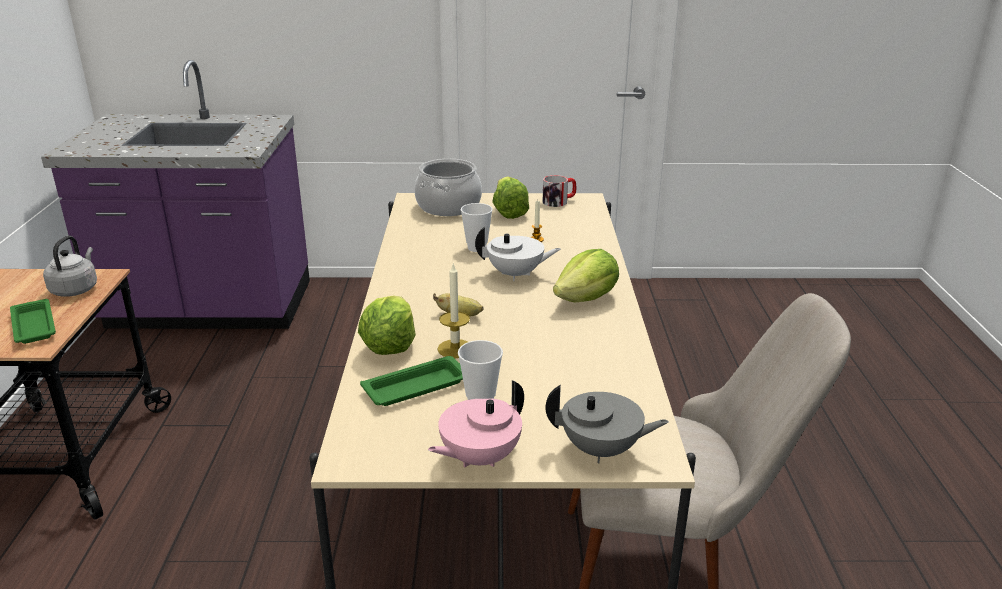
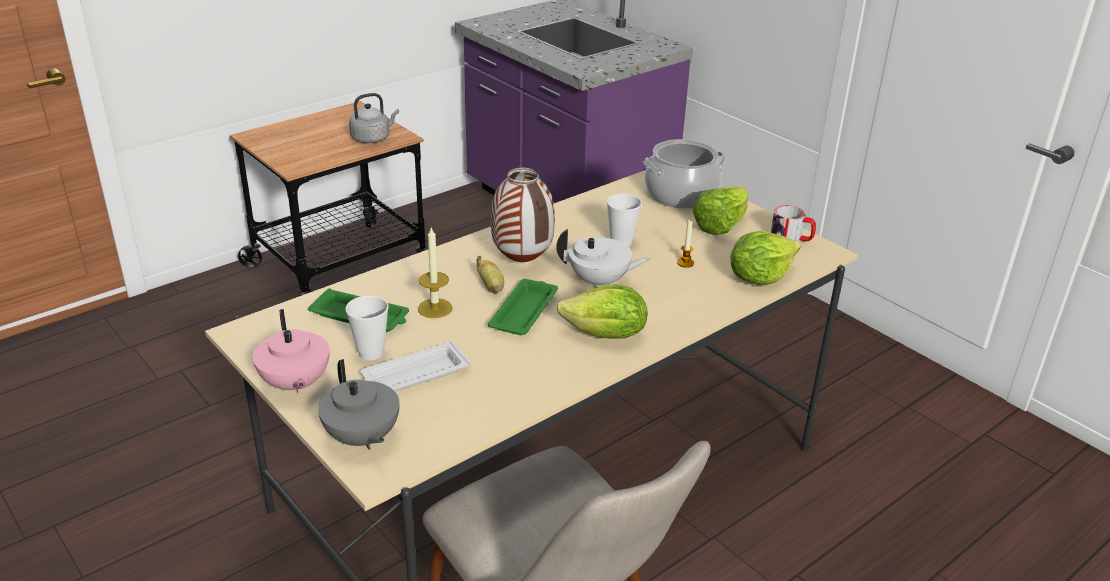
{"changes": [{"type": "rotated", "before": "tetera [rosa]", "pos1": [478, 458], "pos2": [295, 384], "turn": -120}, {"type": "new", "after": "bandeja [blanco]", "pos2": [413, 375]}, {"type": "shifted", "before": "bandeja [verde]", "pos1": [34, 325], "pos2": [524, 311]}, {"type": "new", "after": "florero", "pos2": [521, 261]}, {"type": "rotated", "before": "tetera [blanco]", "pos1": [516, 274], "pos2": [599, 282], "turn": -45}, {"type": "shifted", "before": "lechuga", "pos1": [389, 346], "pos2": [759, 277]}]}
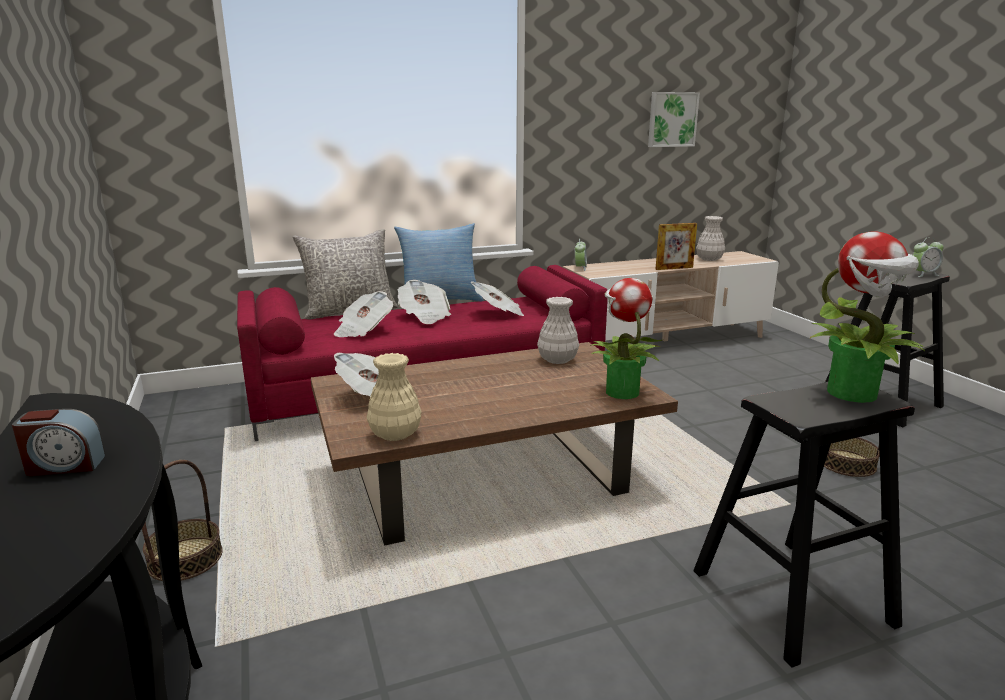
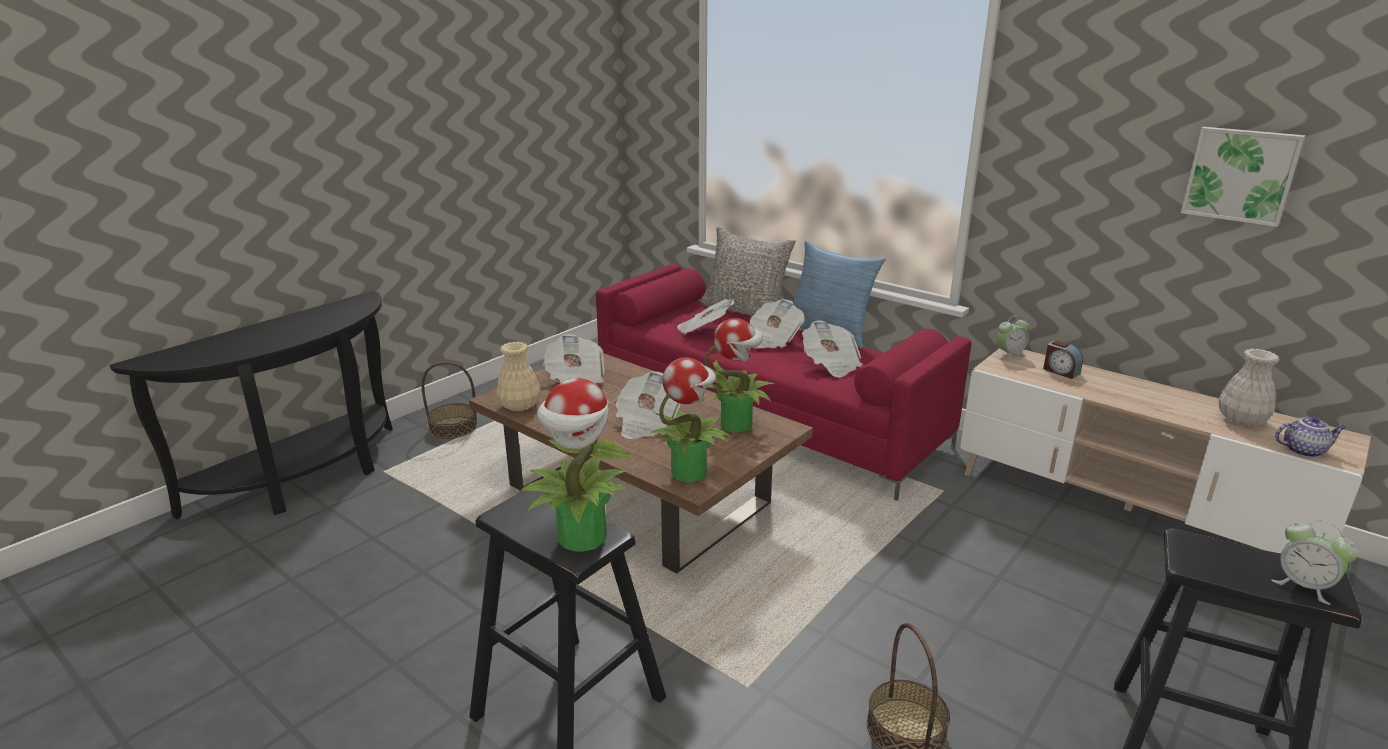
{"changes": [{"type": "new", "after": "periódico", "pos2": [647, 423]}, {"type": "swapped", "before": "florero [blanco]", "after": "planta en maceta", "pos1": [557, 360], "pos2": [737, 424]}, {"type": "shifted", "before": "despertador", "pos1": [65, 465], "pos2": [1060, 371]}, {"type": "new", "after": "tetera", "pos2": [1304, 450]}, {"type": "gone", "before": "portarretratos", "pos1": [674, 268]}]}
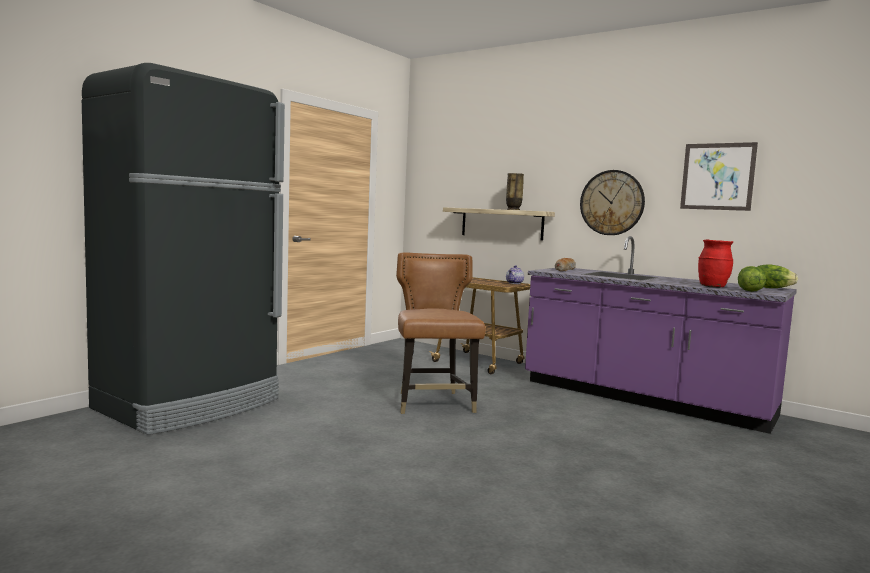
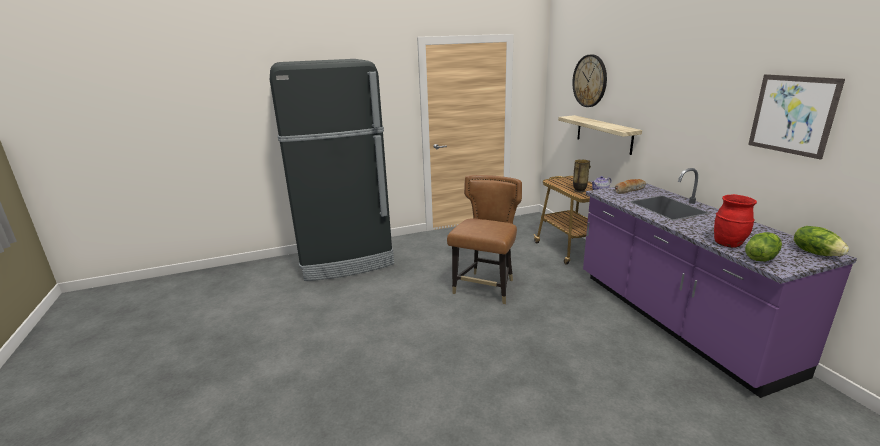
{"changes": [{"type": "shifted", "before": "reloj de pared", "pos1": [612, 202], "pos2": [590, 81]}, {"type": "shifted", "before": "florero", "pos1": [513, 210], "pos2": [579, 191]}]}
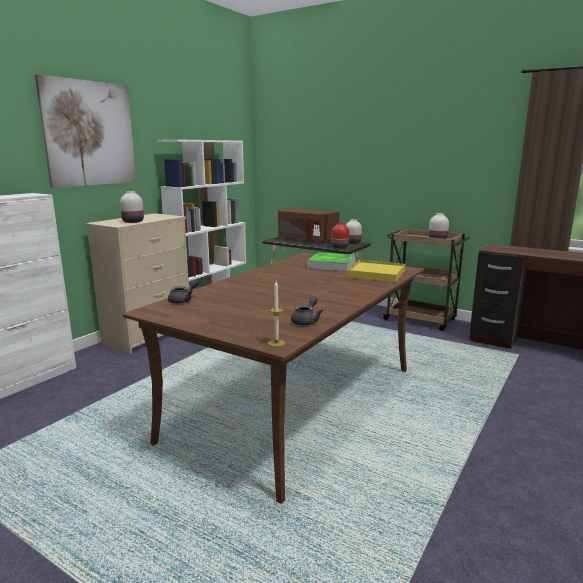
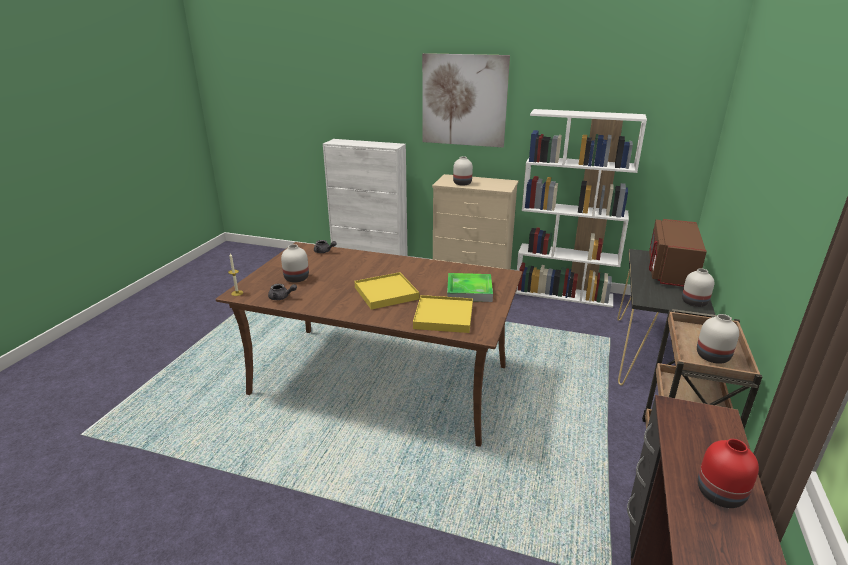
{"changes": [{"type": "new", "after": "florero [blanco]", "pos2": [297, 278]}, {"type": "new", "after": "bandeja [amarillo]", "pos2": [386, 293]}, {"type": "shifted", "before": "florero [rojo]", "pos1": [339, 247], "pos2": [719, 493]}]}
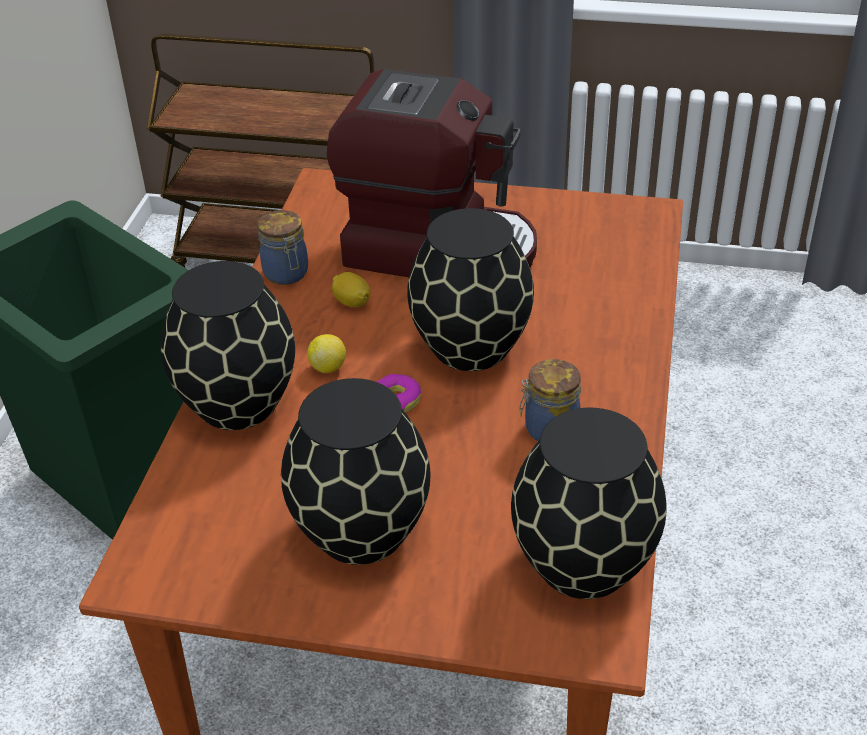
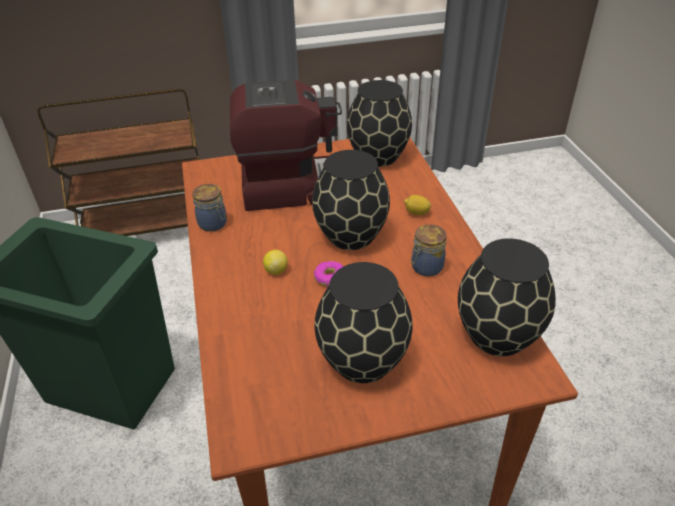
{"changes": [{"type": "shifted", "before": "florero [negro]", "pos1": [237, 404], "pos2": [378, 156]}, {"type": "shifted", "before": "limón", "pos1": [352, 302], "pos2": [416, 213]}]}
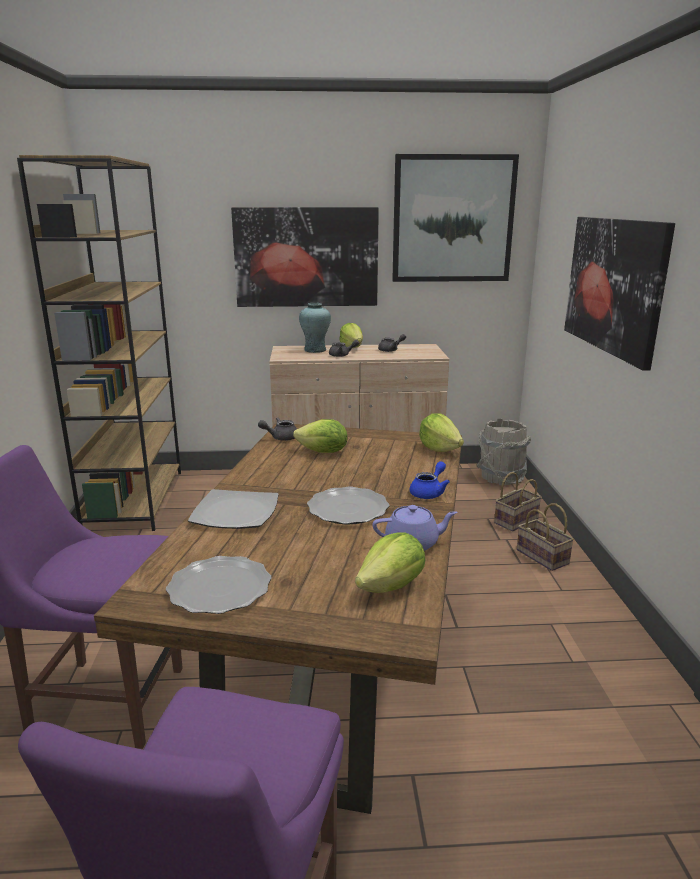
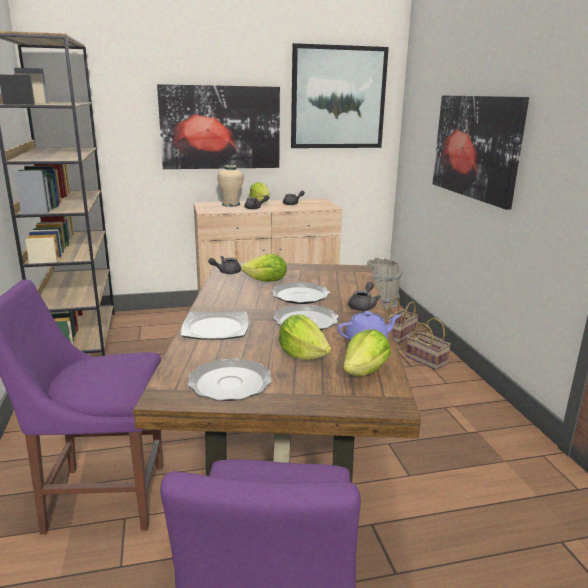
{"changes": [{"type": "repainted", "before": "florero [turquesa]", "after": "florero [beis]", "pos1": [315, 350], "pos2": [230, 204]}, {"type": "new", "after": "plato", "pos2": [300, 295]}, {"type": "shifted", "before": "lechuga", "pos1": [439, 449], "pos2": [303, 355]}, {"type": "repainted", "before": "tetera [azul]", "after": "tetera [gris]", "pos1": [429, 492], "pos2": [363, 306]}]}
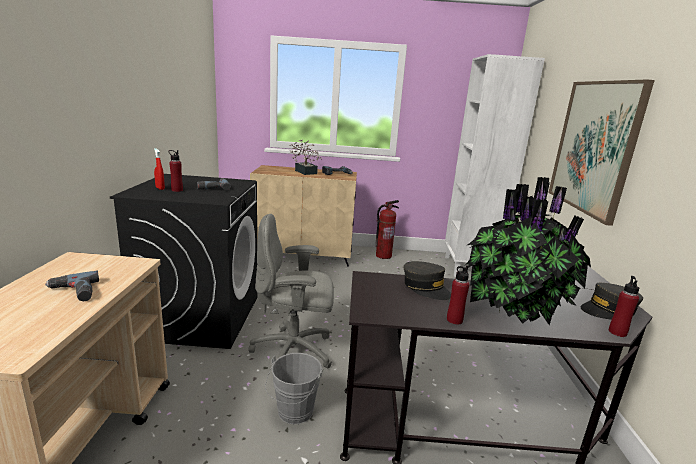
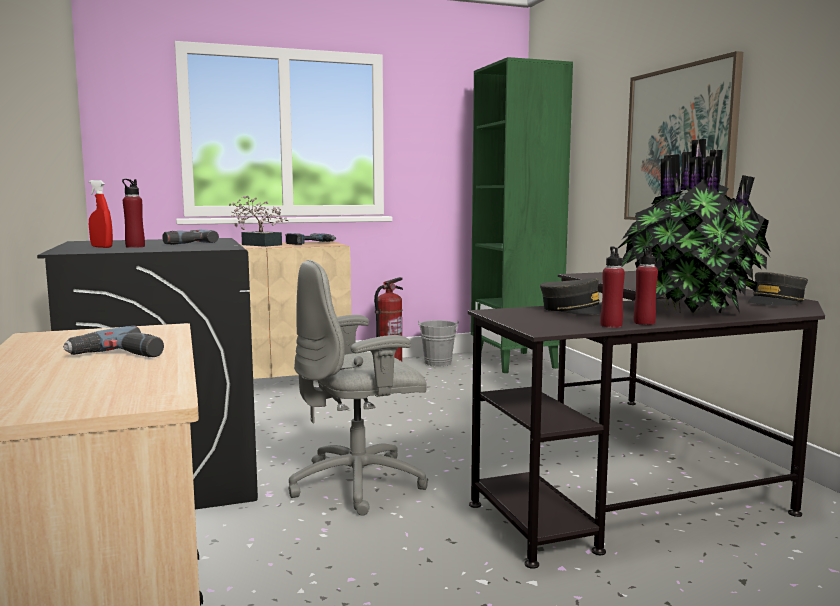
{"changes": [{"type": "shifted", "before": "cubo [gris]", "pos1": [293, 414], "pos2": [438, 363]}, {"type": "repainted", "before": "estantería [blanco]", "after": "estantería [verde]", "pos1": [469, 268], "pos2": [516, 362]}, {"type": "shifted", "before": "botella [rojo]", "pos1": [617, 332], "pos2": [611, 325]}]}
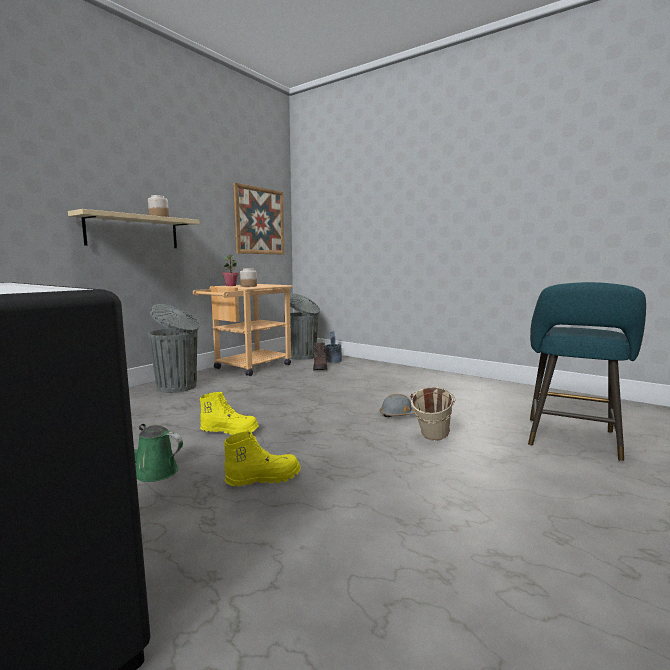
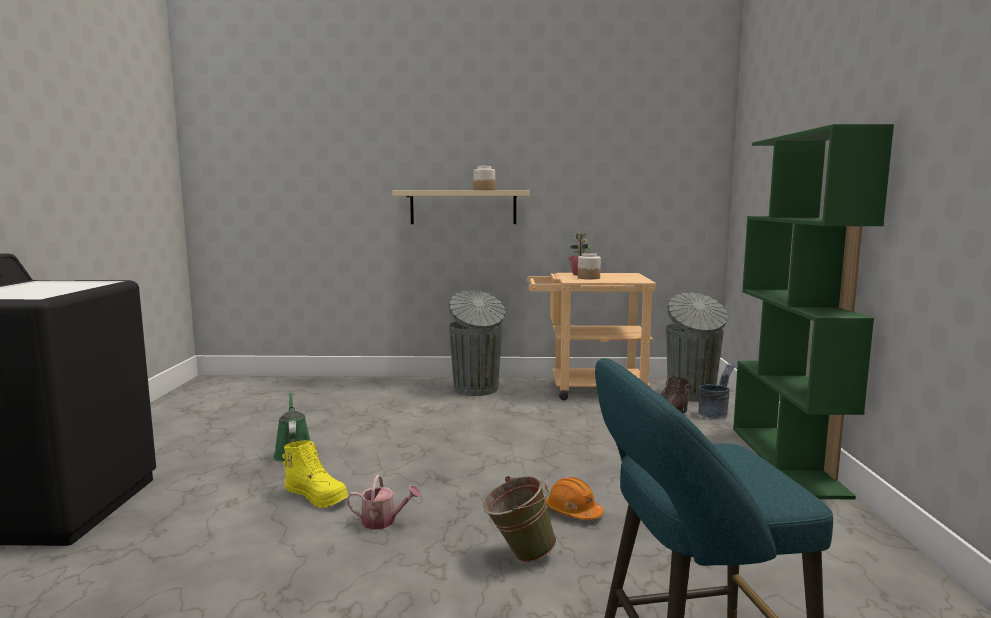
{"changes": [{"type": "new", "after": "regadera", "pos2": [383, 521]}, {"type": "repainted", "before": "cubo [beis]", "after": "cubo [verde]", "pos1": [431, 439], "pos2": [518, 555]}, {"type": "repainted", "before": "casco [gris]", "after": "casco [naranja]", "pos1": [397, 414], "pos2": [573, 512]}, {"type": "new", "after": "estantería [verde]", "pos2": [787, 460]}, {"type": "gone", "before": "bota [amarillo]", "pos1": [230, 431]}, {"type": "gone", "before": "cuadro", "pos1": [259, 221]}]}
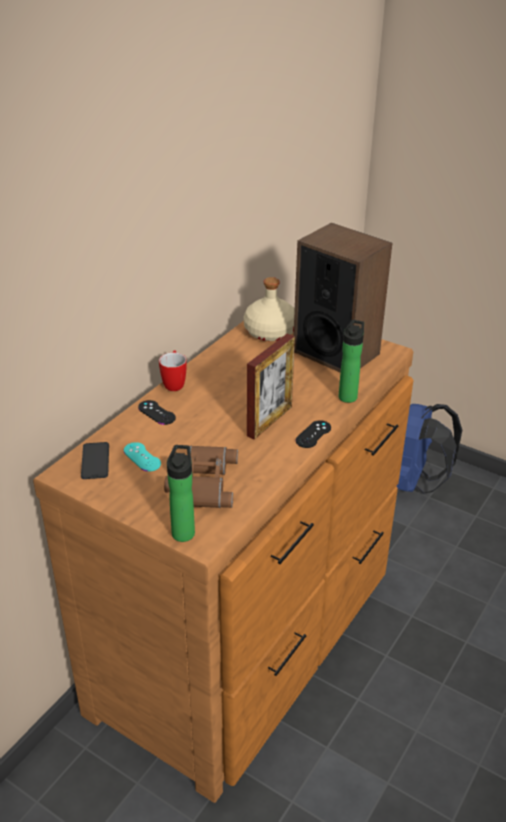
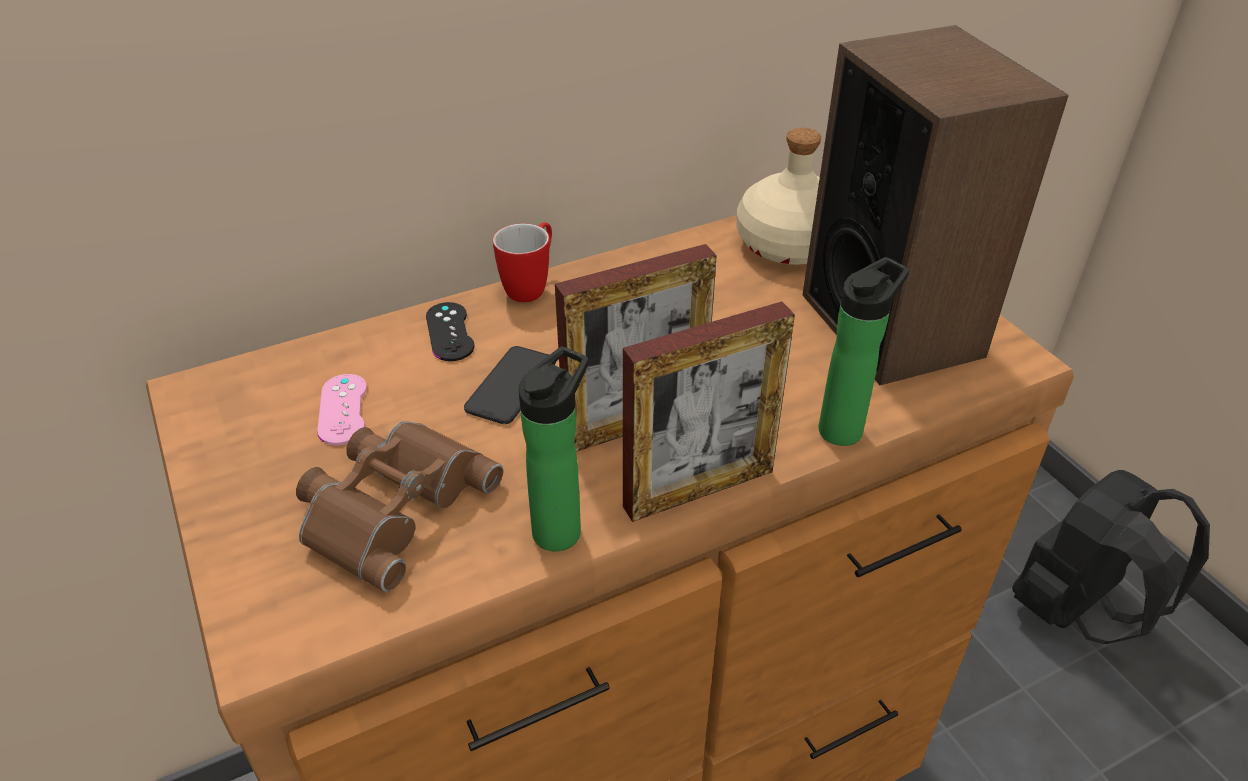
{"changes": [{"type": "repainted", "before": "mando de consola [turquesa]", "after": "mando de consola [rosa]", "pos1": [142, 457], "pos2": [343, 409]}, {"type": "shifted", "before": "móvil", "pos1": [95, 461], "pos2": [511, 385]}, {"type": "shifted", "before": "botella", "pos1": [183, 531], "pos2": [561, 528]}, {"type": "swapped", "before": "mando de consola [negro]", "after": "portarretratos", "pos1": [313, 434], "pos2": [699, 489]}, {"type": "repainted", "before": "mochila [azul]", "after": "mochila [negro]", "pos1": [412, 483], "pos2": [1077, 610]}]}
